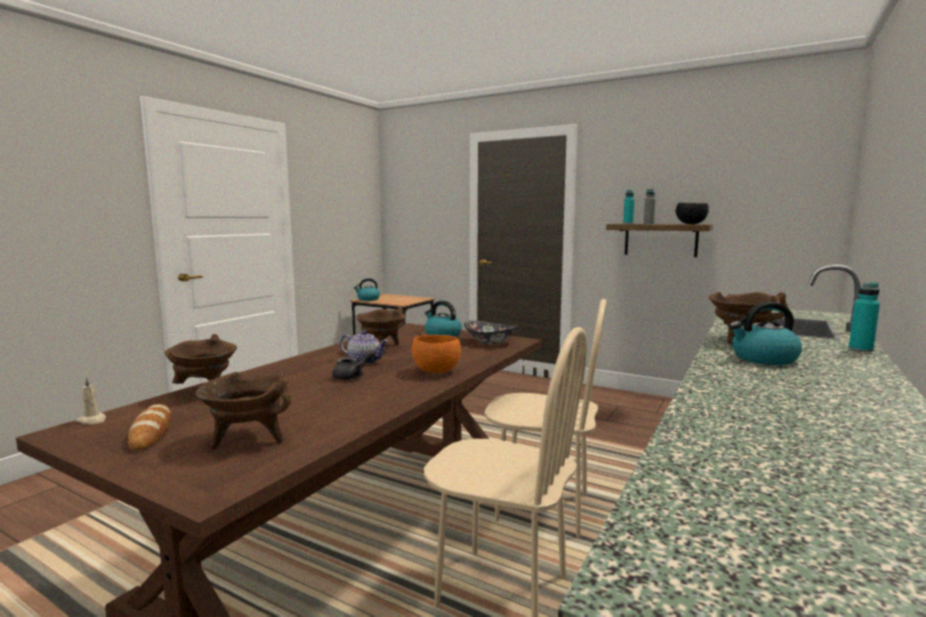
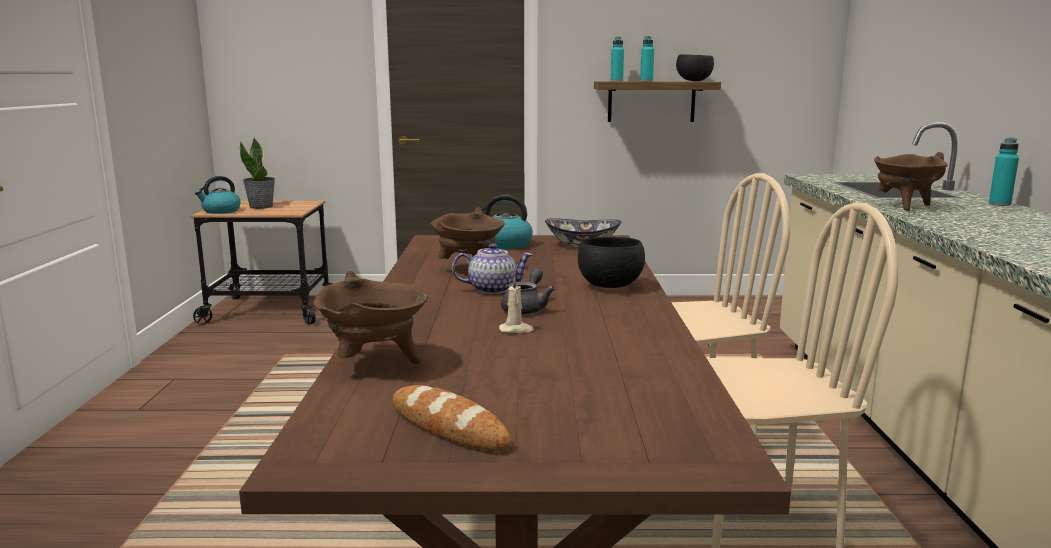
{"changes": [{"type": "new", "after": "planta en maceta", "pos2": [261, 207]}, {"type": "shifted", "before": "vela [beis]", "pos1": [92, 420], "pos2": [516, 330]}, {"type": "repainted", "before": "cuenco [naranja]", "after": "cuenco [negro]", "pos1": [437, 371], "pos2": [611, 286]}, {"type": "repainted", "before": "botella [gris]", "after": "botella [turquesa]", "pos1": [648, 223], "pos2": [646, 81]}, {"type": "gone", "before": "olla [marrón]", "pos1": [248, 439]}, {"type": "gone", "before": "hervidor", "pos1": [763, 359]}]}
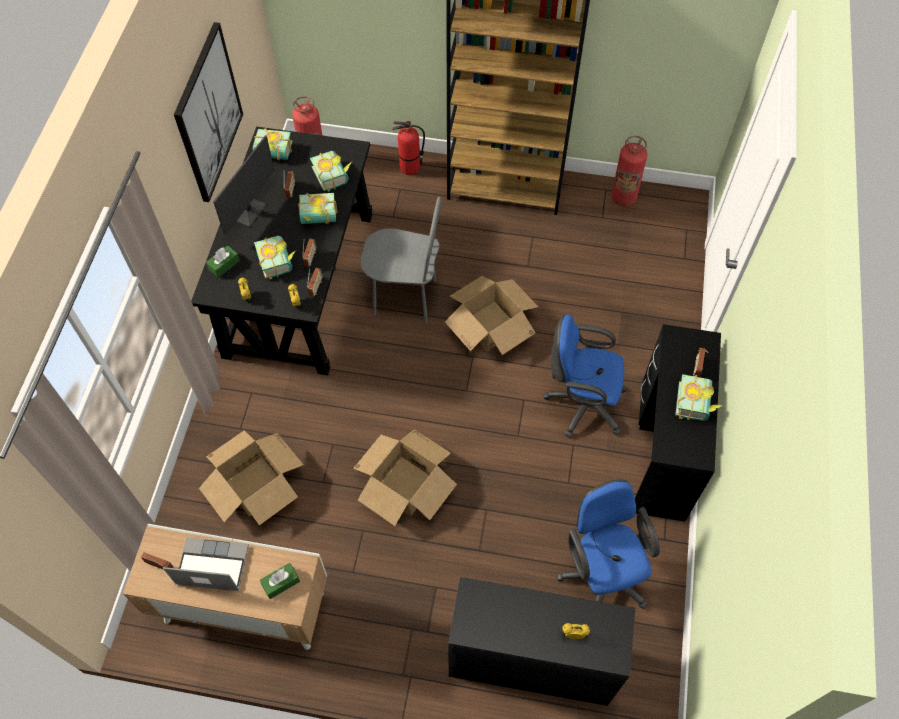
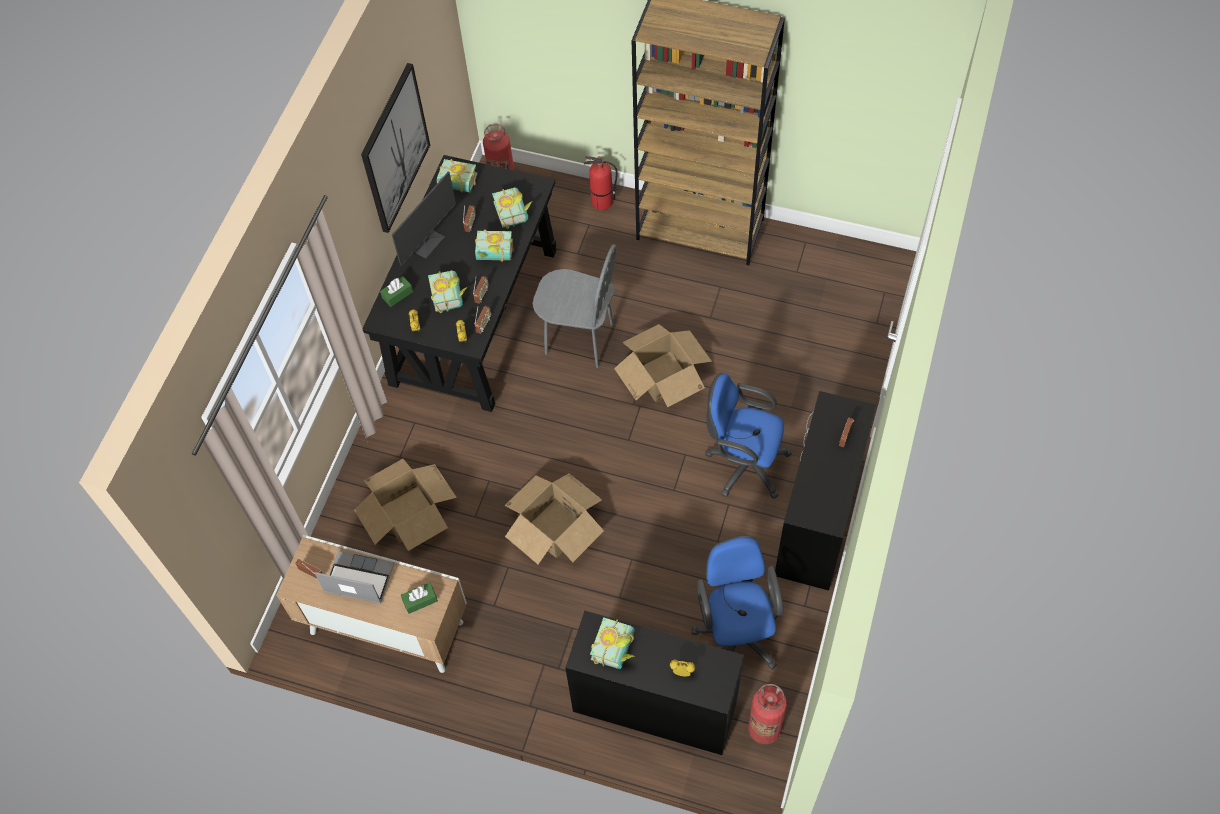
{"changes": [{"type": "shifted", "before": "libro", "pos1": [696, 404], "pos2": [617, 649]}, {"type": "shifted", "before": "extintor", "pos1": [623, 198], "pos2": [764, 729]}]}
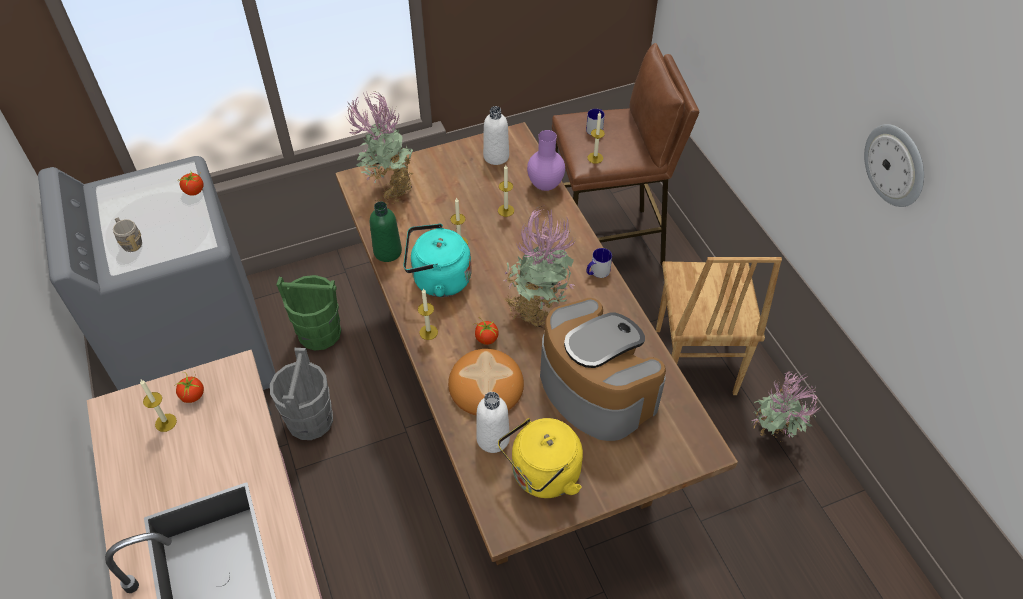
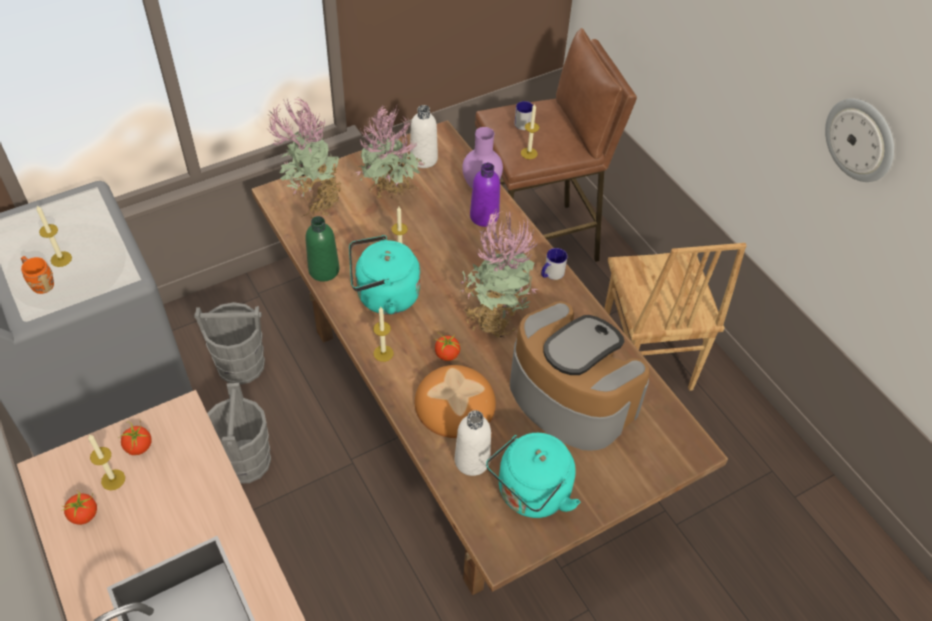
{"changes": [{"type": "repainted", "before": "taza grande [gris]", "after": "taza grande [naranja]", "pos1": [130, 242], "pos2": [40, 283]}, {"type": "shifted", "before": "vela", "pos1": [506, 210], "pos2": [61, 259]}, {"type": "shifted", "before": "tomate", "pos1": [194, 191], "pos2": [84, 515]}, {"type": "repainted", "before": "cubo [verde]", "after": "cubo [gris]", "pos1": [319, 332], "pos2": [240, 365]}, {"type": "shifted", "before": "planta en maceta", "pos1": [773, 436], "pos2": [391, 198]}, {"type": "new", "after": "botella [morado]", "pos2": [484, 216]}, {"type": "repainted", "before": "hervidor [amarillo]", "after": "hervidor [turquesa]", "pos1": [542, 476], "pos2": [531, 494]}]}
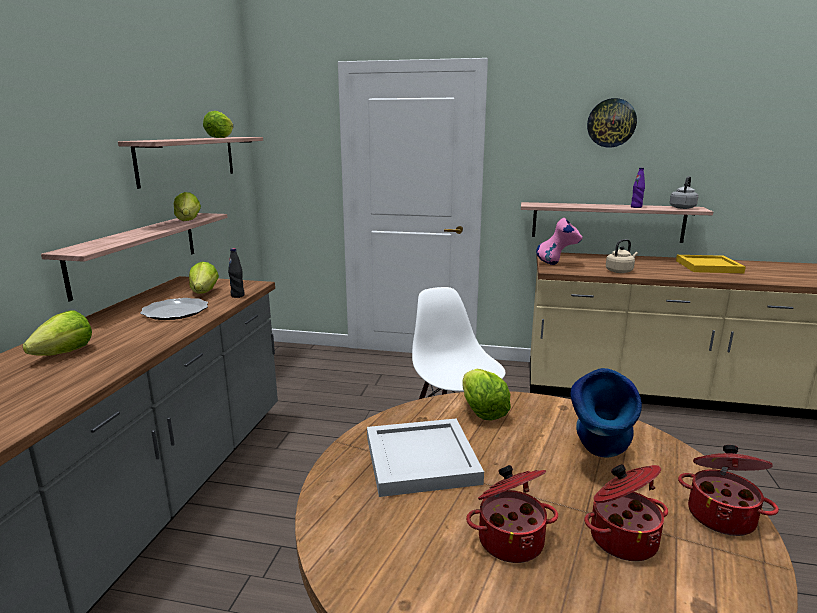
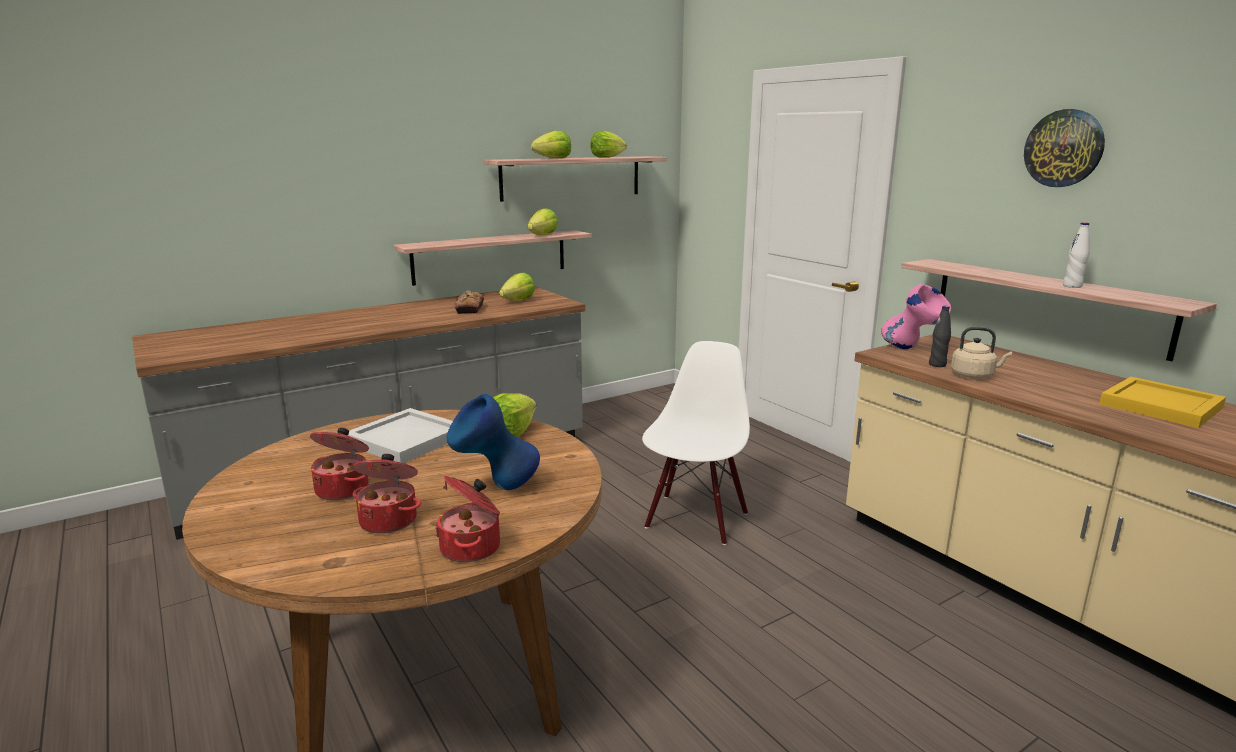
{"changes": [{"type": "swapped", "before": "plato", "after": "pan", "pos1": [175, 311], "pos2": [469, 309]}, {"type": "shifted", "before": "lechuga", "pos1": [65, 353], "pos2": [554, 158]}, {"type": "shifted", "before": "botella [negro]", "pos1": [237, 296], "pos2": [937, 365]}, {"type": "repainted", "before": "botella [morado]", "after": "botella [blanco]", "pos1": [636, 207], "pos2": [1072, 286]}, {"type": "gone", "before": "hervidor [gris]", "pos1": [682, 207]}]}
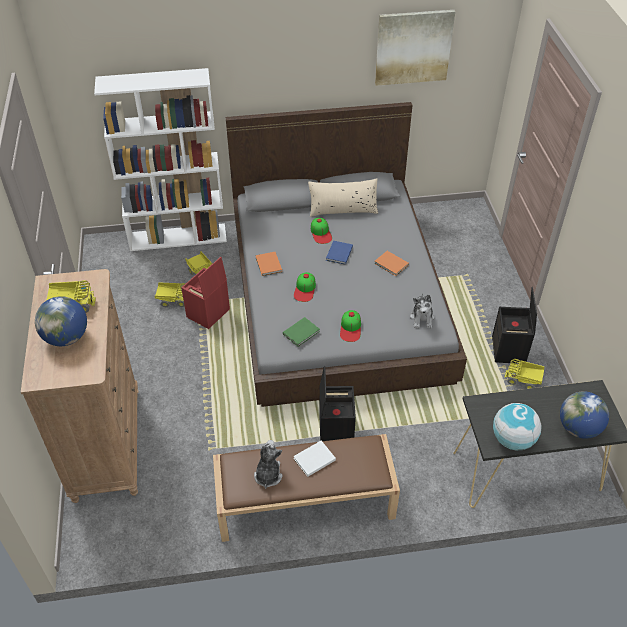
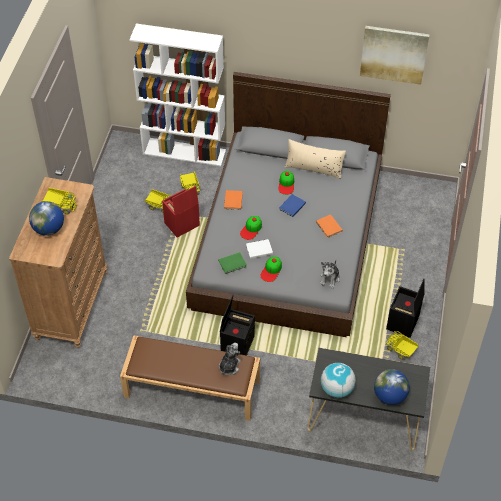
{"changes": [{"type": "shifted", "before": "peluche", "pos1": [268, 475], "pos2": [229, 366]}, {"type": "shifted", "before": "libro [blanco]", "pos1": [313, 459], "pos2": [258, 249]}]}
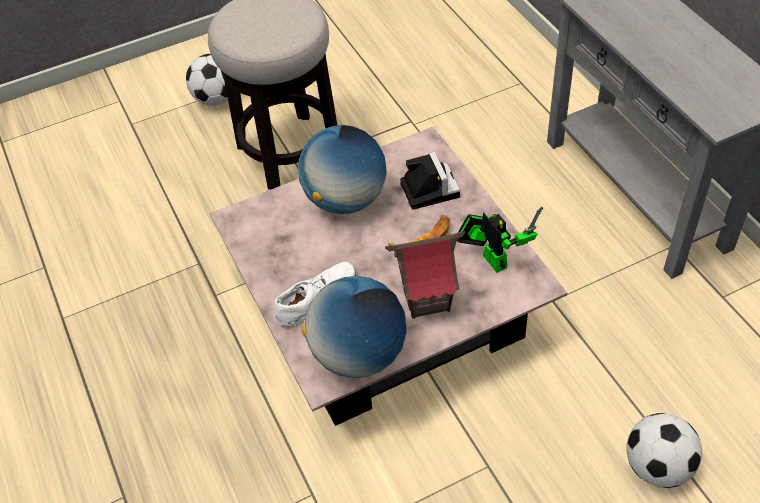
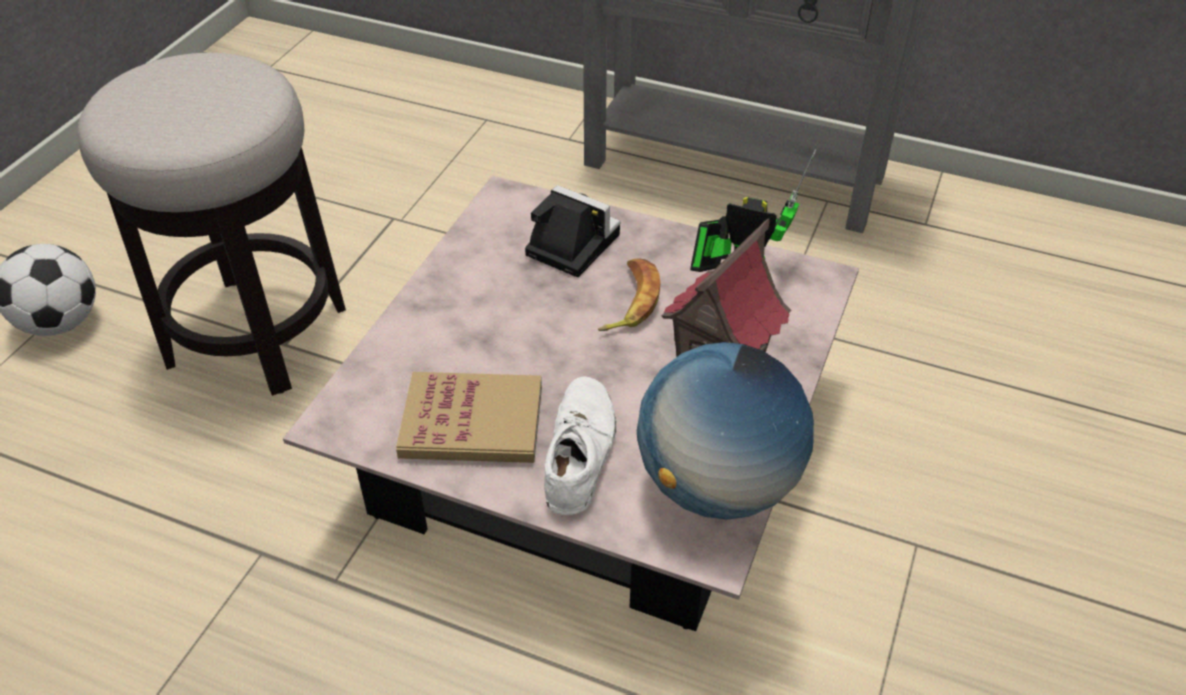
{"changes": [{"type": "new", "after": "libro", "pos2": [472, 422]}, {"type": "gone", "before": "globo terráqueo", "pos1": [345, 200]}, {"type": "gone", "before": "balón de fútbol", "pos1": [657, 466]}]}
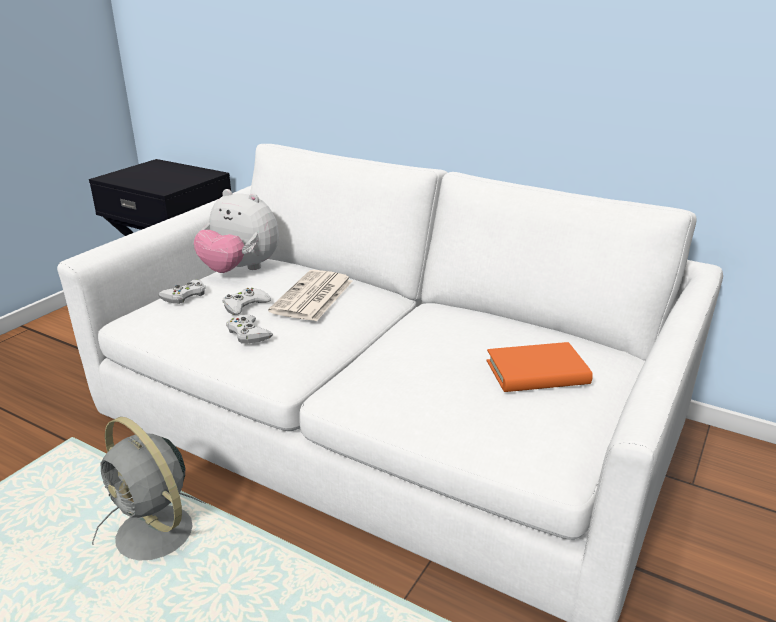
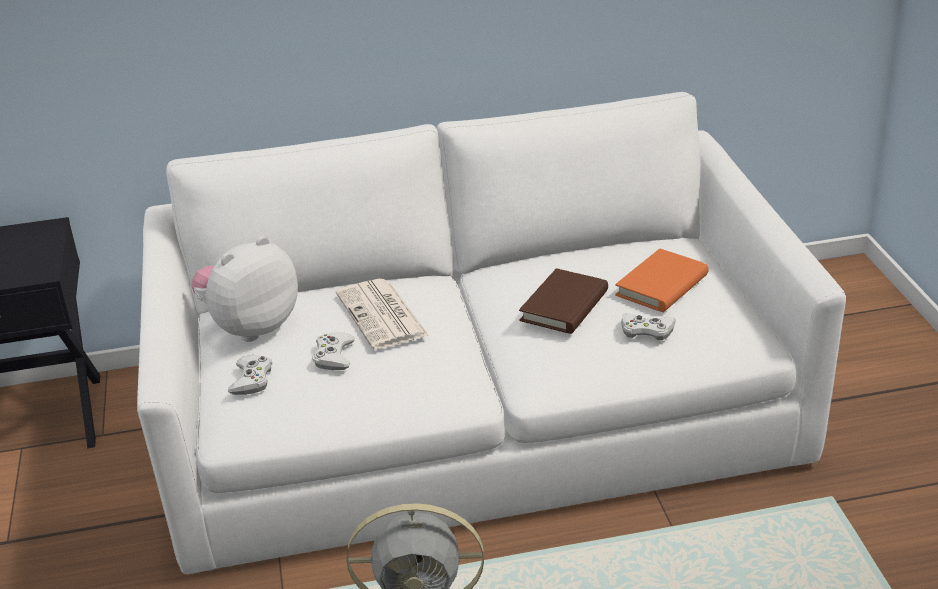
{"changes": [{"type": "rotated", "before": "peluche", "pos1": [240, 270], "pos2": [251, 327], "turn": 150}, {"type": "new", "after": "libro [marrón]", "pos2": [564, 306]}, {"type": "shifted", "before": "mando de consola [blanco]", "pos1": [248, 333], "pos2": [647, 330]}]}
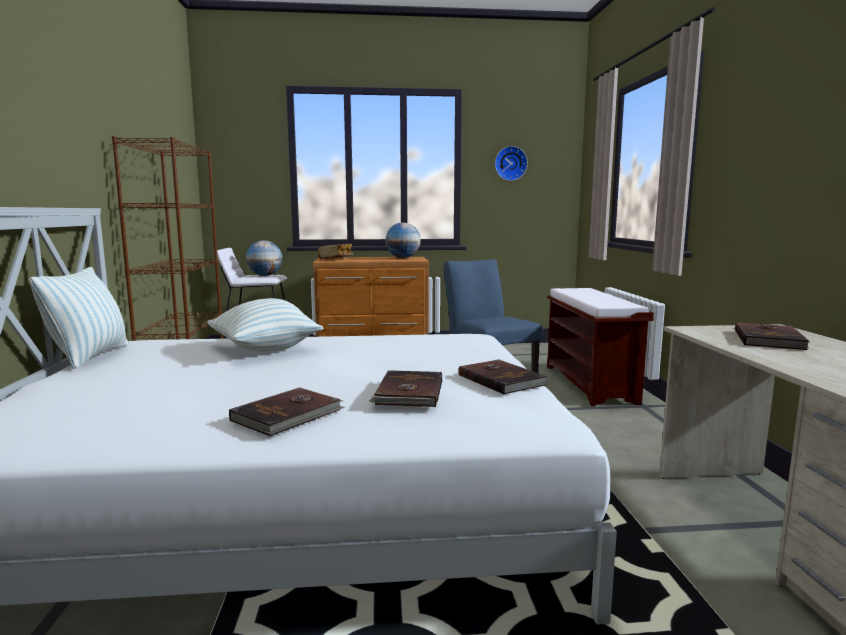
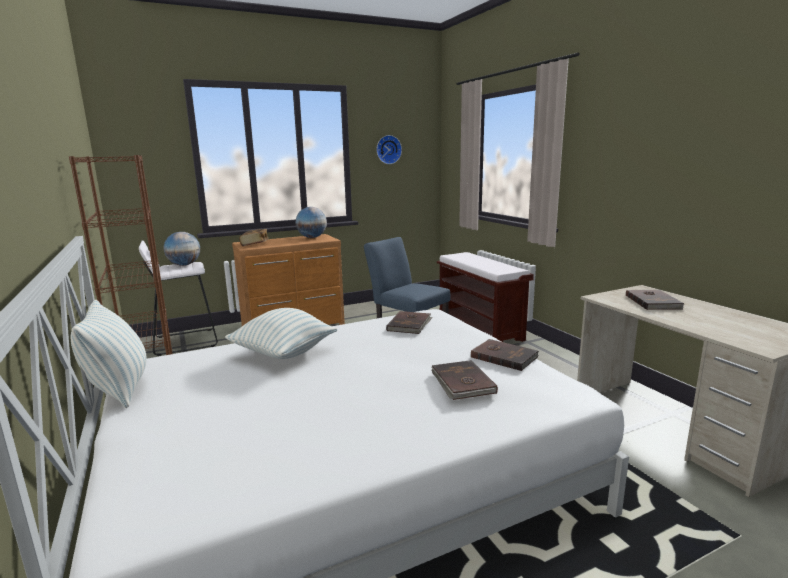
{"changes": [{"type": "shifted", "before": "libro [marrón]", "pos1": [288, 415], "pos2": [410, 324]}]}
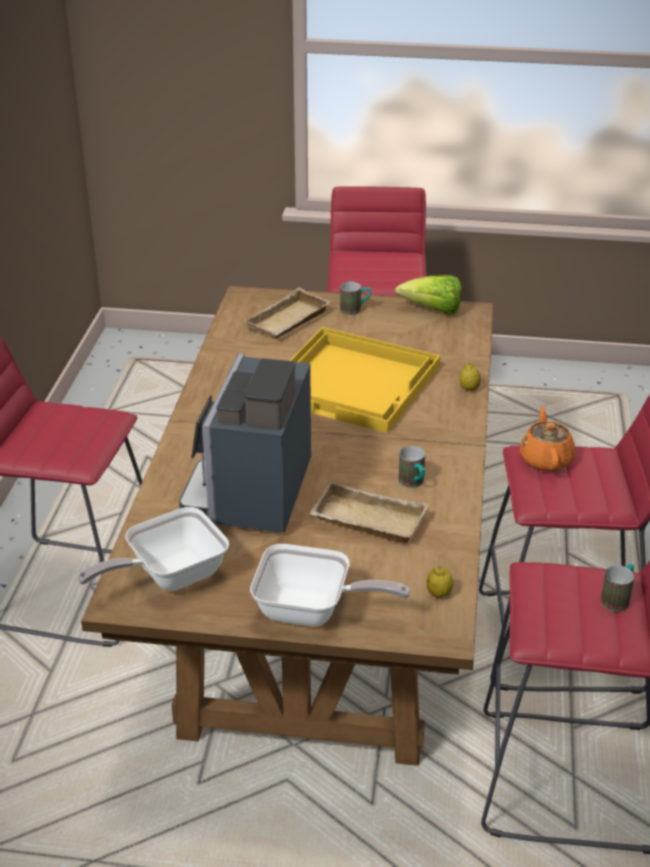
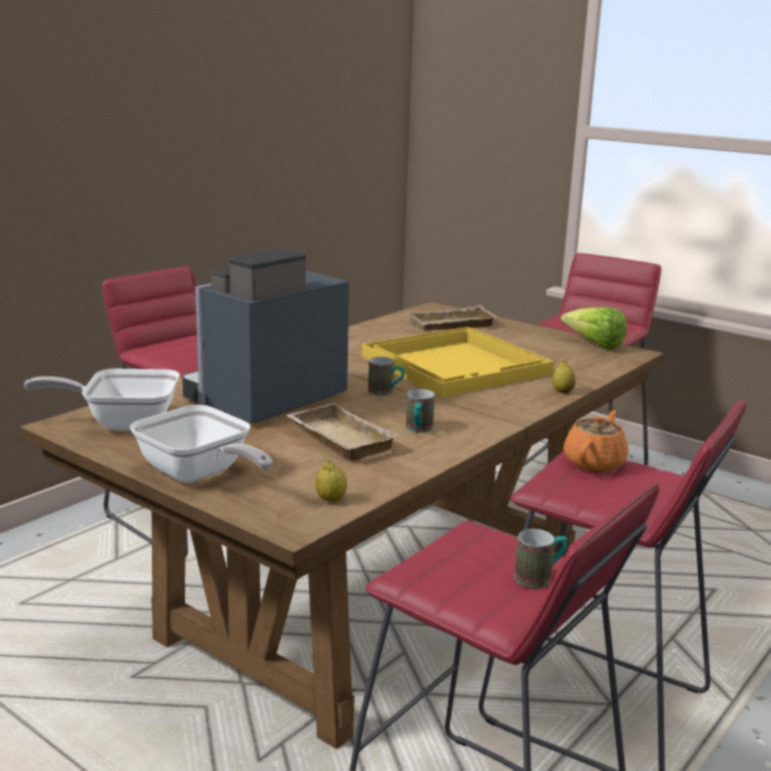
{"changes": [{"type": "shifted", "before": "taza grande", "pos1": [355, 310], "pos2": [386, 392]}]}
